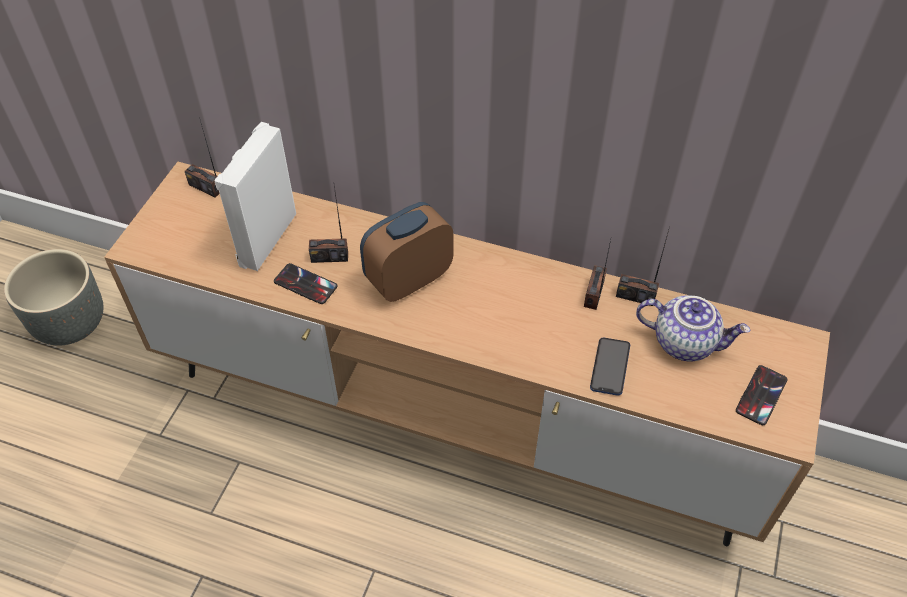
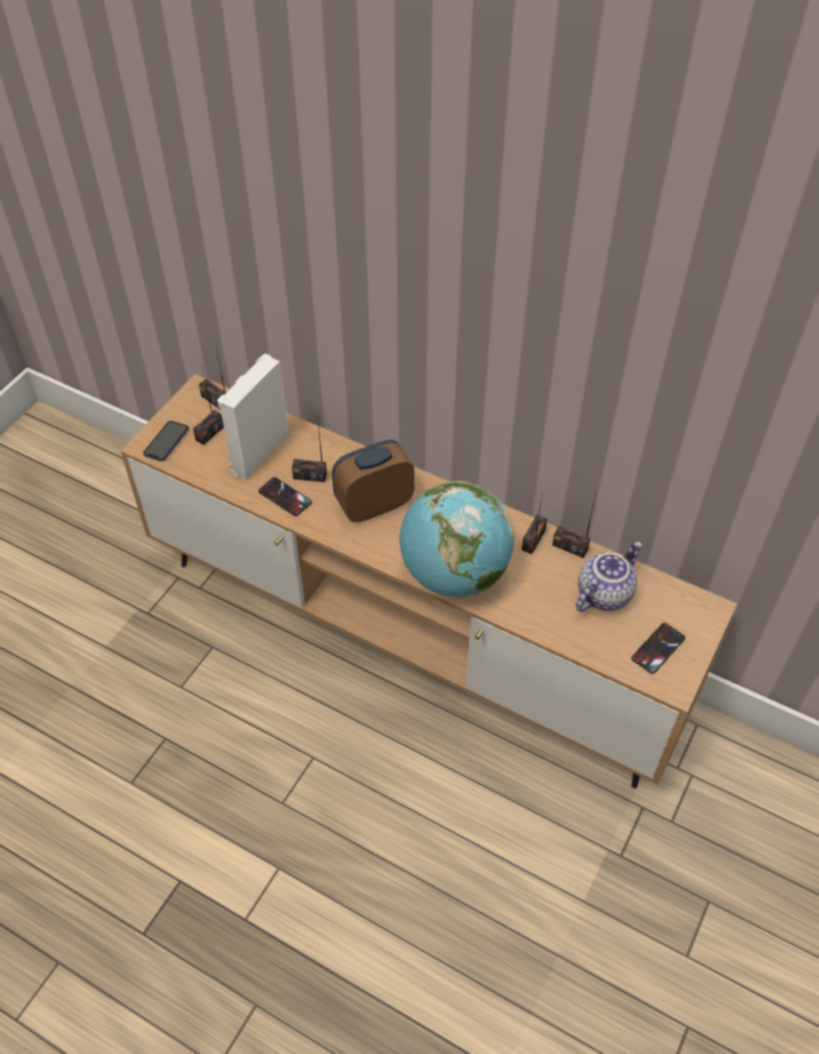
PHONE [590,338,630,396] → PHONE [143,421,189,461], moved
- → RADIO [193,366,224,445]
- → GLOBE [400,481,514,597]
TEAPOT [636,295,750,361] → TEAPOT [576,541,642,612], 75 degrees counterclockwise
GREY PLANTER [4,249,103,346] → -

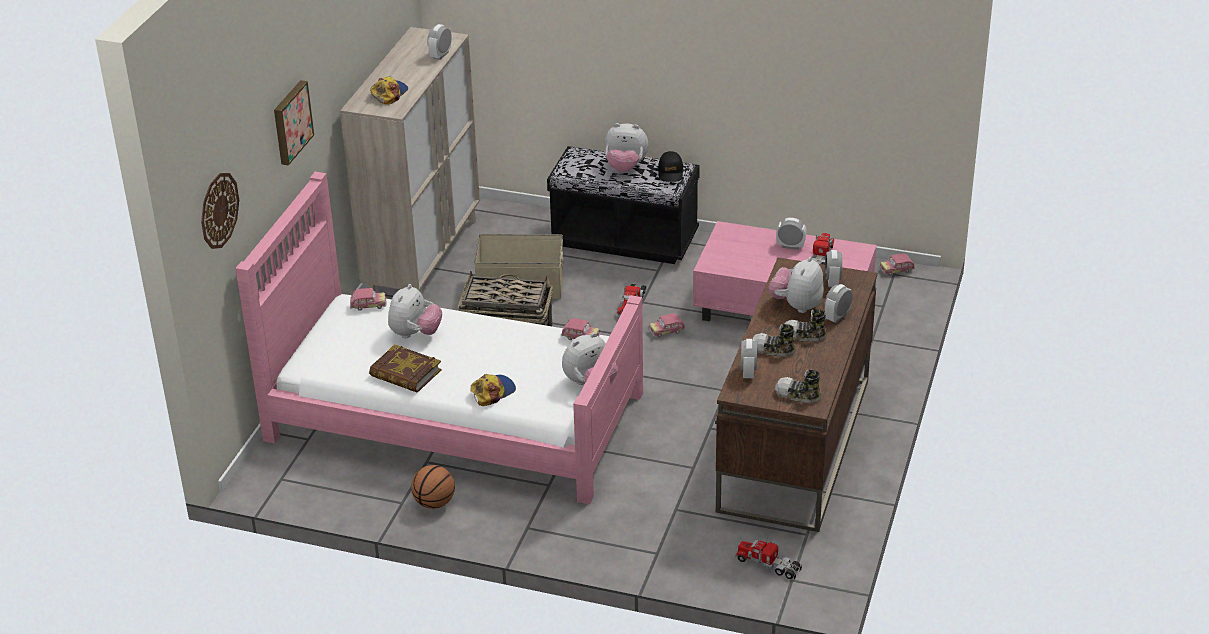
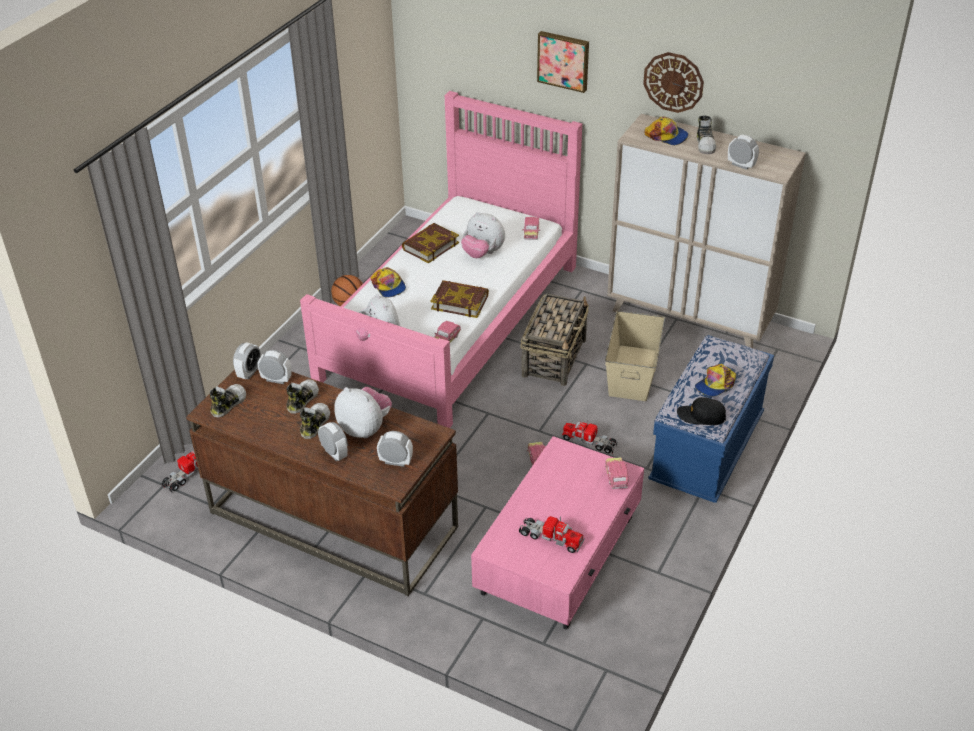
ALARM CLOCK [776,217,807,250] → ALARM CLOCK [233,342,261,380], moved
- → BOOK [431,280,489,318]
TOY CAR [880,253,915,276] → TOY CAR [605,458,629,489], moved
WALL CLOCK [201,173,239,249] → WALL CLOCK [643,52,704,113], moved
BLACK BENCH [547,146,700,264] → BLUE BENCH [648,335,774,503]
PLUSH TOY [605,123,648,172] → CAP [695,364,736,396]
- → SHOE [697,115,716,154]

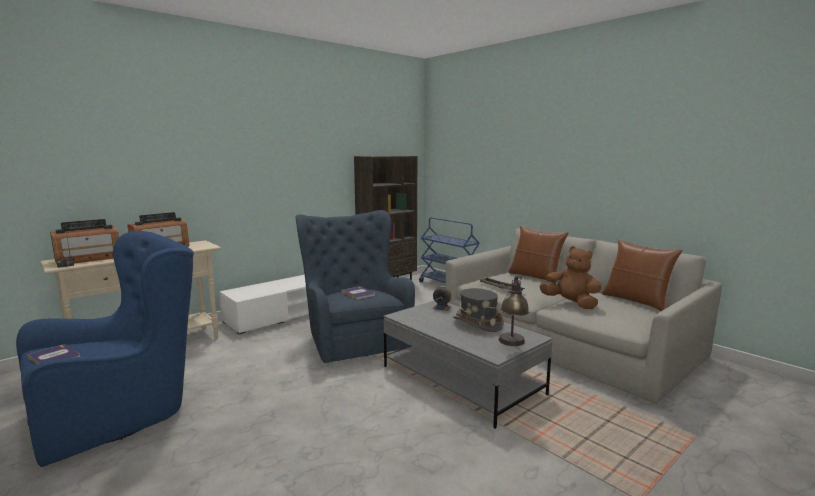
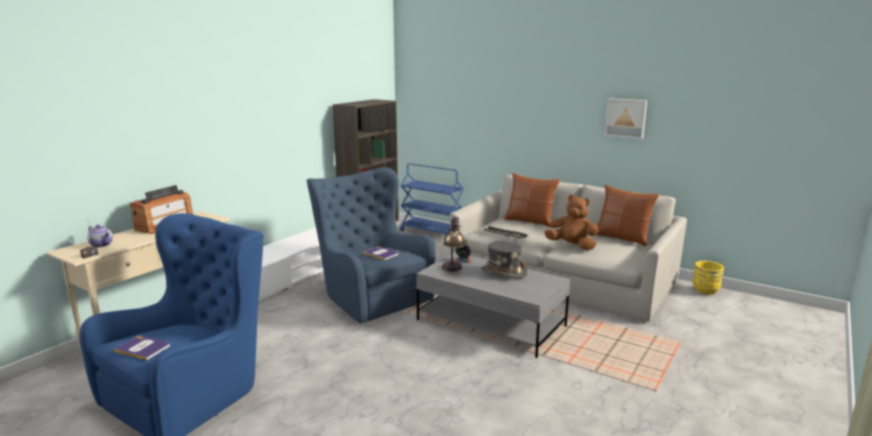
RADIO [50,219,119,264] → TEAPOT [87,225,113,248]
TABLE LAMP [499,276,529,346] → TABLE LAMP [442,217,465,272], moved
- → PICTURE [605,98,647,139]
- → YELLOW PLANTER [693,261,724,295]

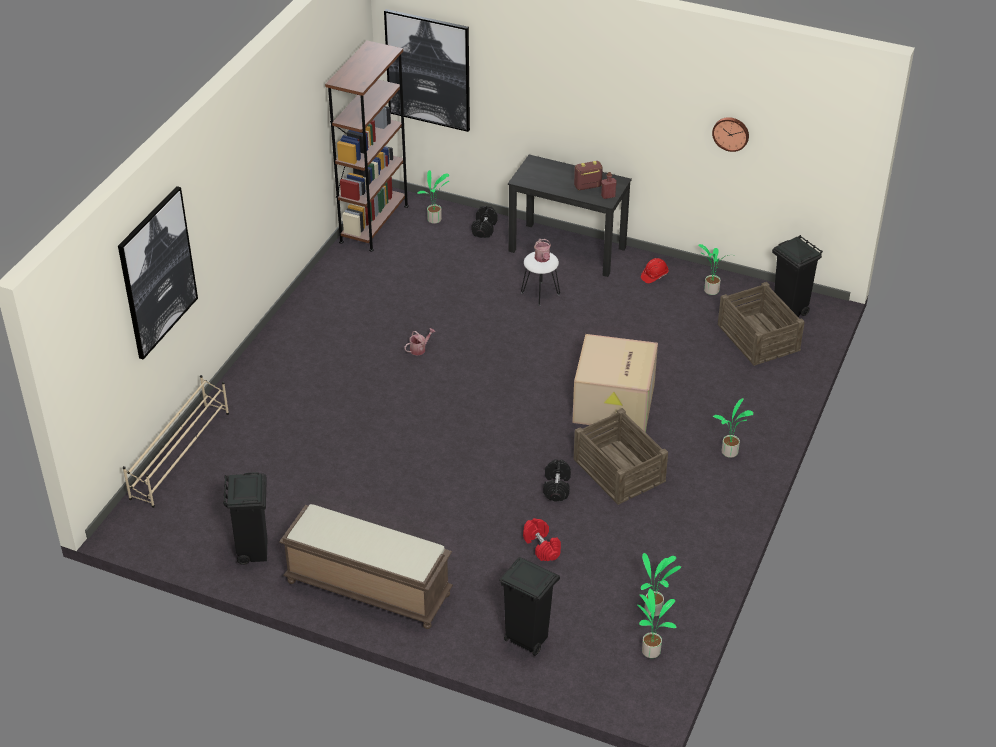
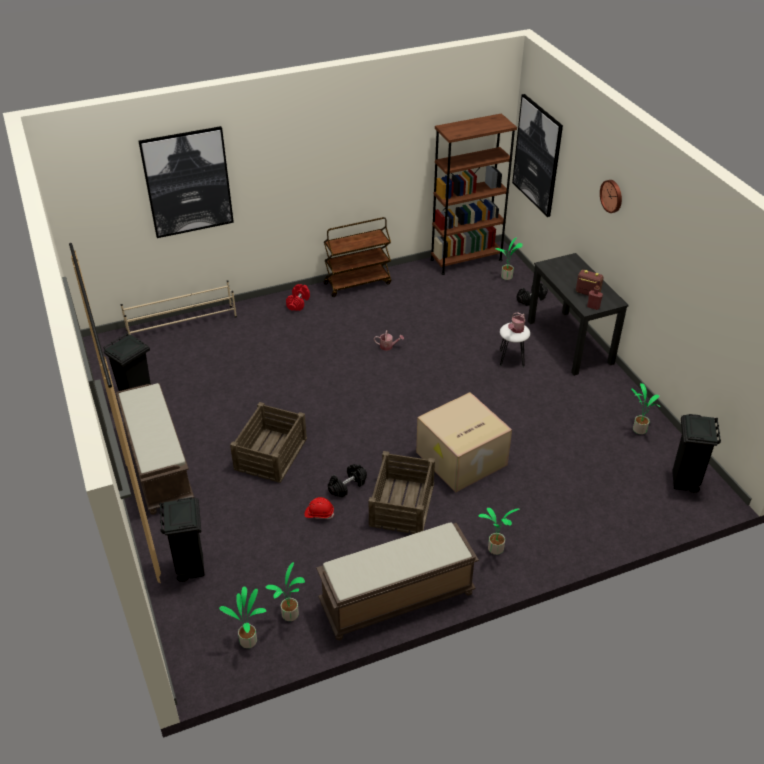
CRATE [718,282,805,366] → CRATE [230,402,307,483], moved
RED DUMBBELL [523,518,561,561] → RED DUMBBELL [286,284,310,311], moved
RED HARD HAT [641,258,669,283] → RED HARD HAT [304,497,334,519], moved
- → BROWN BENCH [316,523,479,640]
- → BROWN CART [324,217,391,297]
WALL CLOCK [712,117,749,152] → WALL CLOCK [600,180,622,213], moved

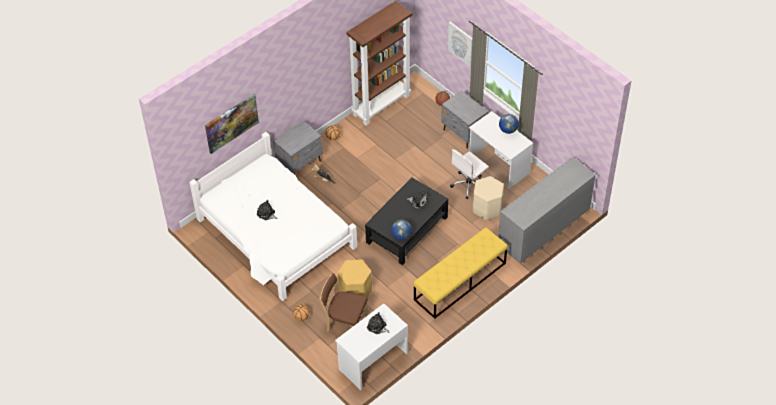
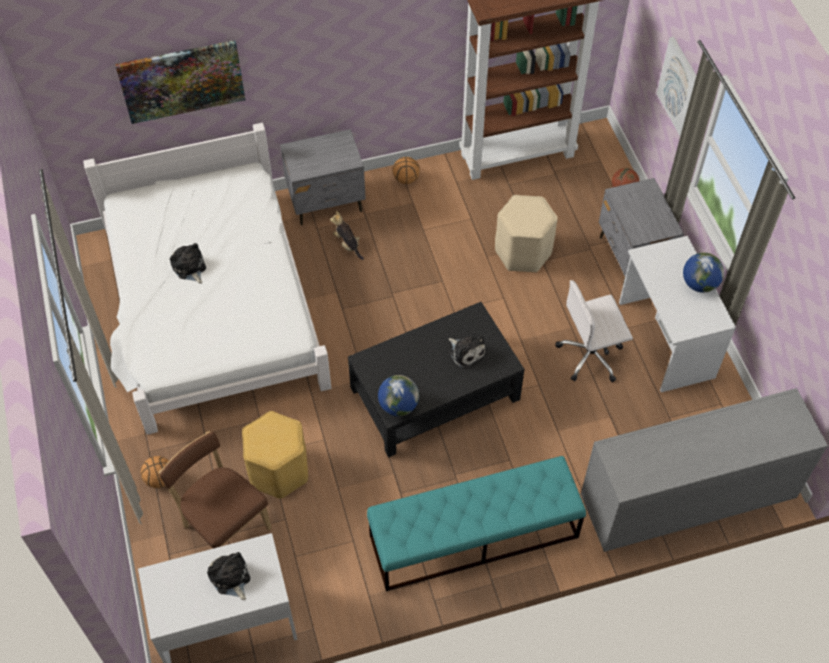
YELLOW BENCH [413,227,508,319] → TURQUOISE BENCH [367,456,586,591]
BEIGE STOOL [473,176,504,220] → BEIGE STOOL [495,195,558,272], moved

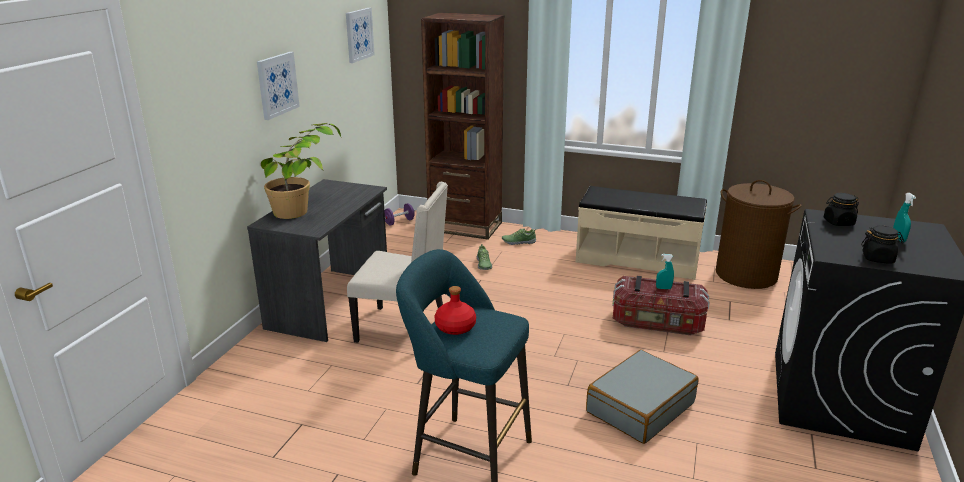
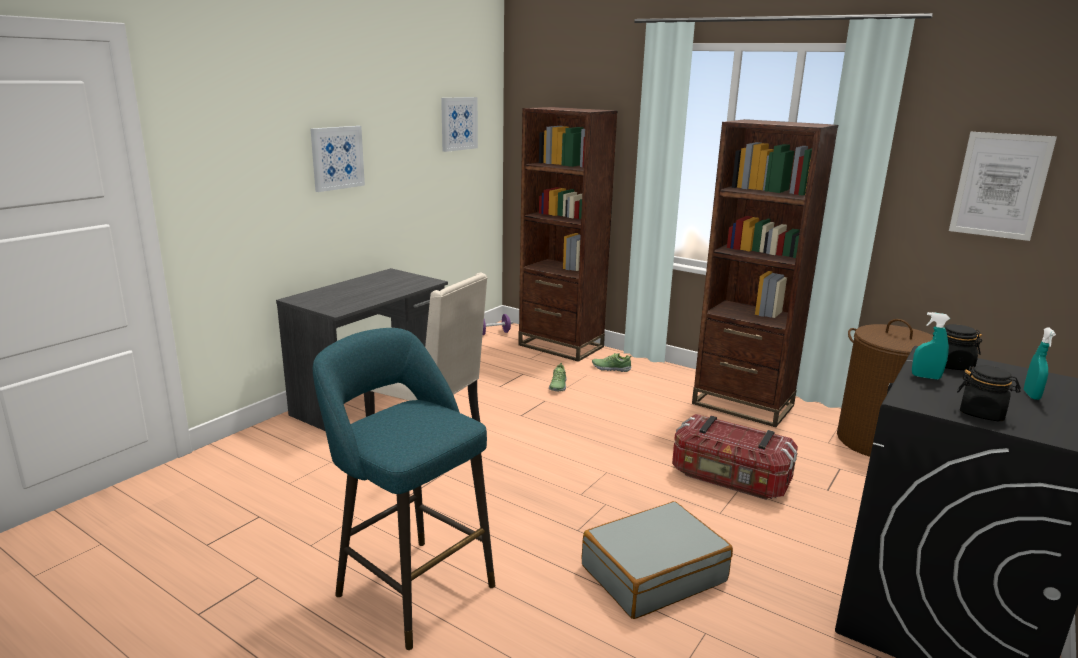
BEIGE BENCH [576,186,707,280] → BROWN BOOKCASE [692,119,838,427]
TURQUOISE SPRAY BOTTLE [656,254,674,289] → TURQUOISE SPRAY BOTTLE [912,312,950,379], moved
- → PICTURE [949,132,1057,241]
POTTED PLANT [261,123,342,219] → -
RED BOTTLE [435,286,476,335] → -

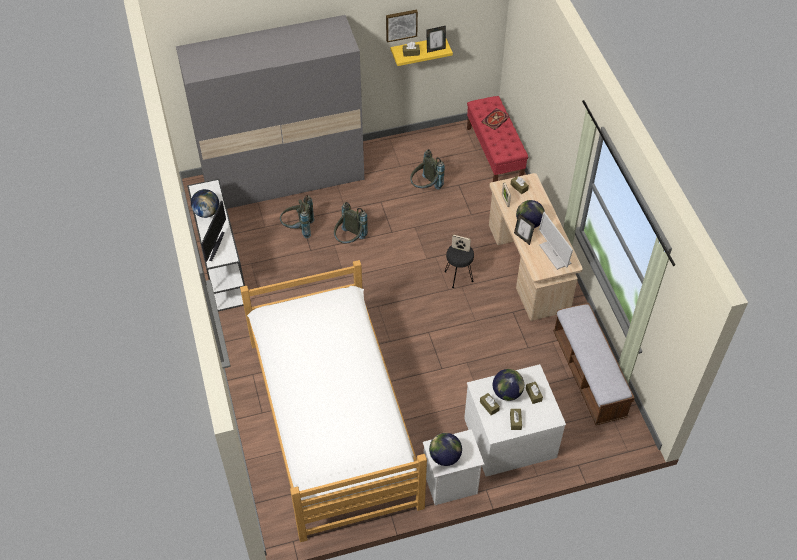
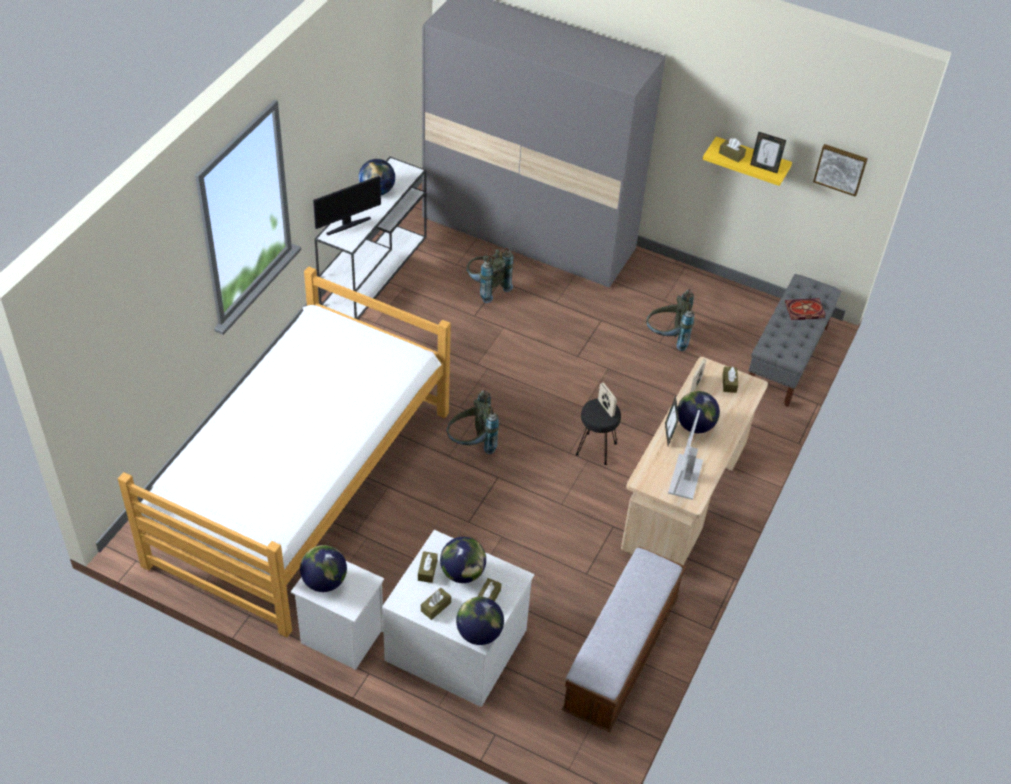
GREY BACKPACK [334,202,368,244] → GREY BACKPACK [447,390,499,454], moved
- → GLOBE [456,597,504,645]
RED BENCH [467,96,528,182] → GREY BENCH [749,274,841,407]
PICTURE [386,10,418,42] → PICTURE [813,144,868,197], moved

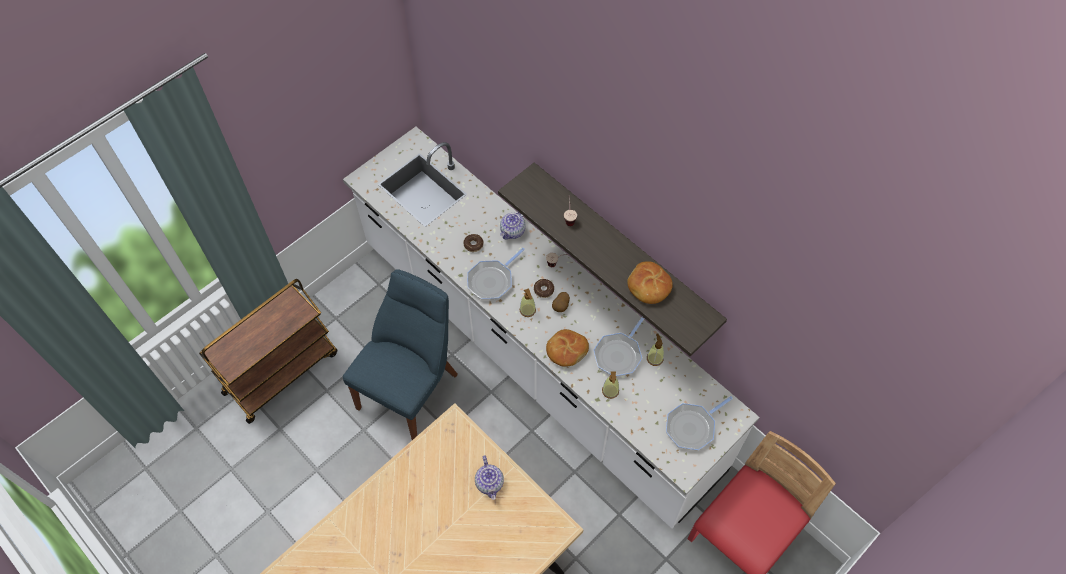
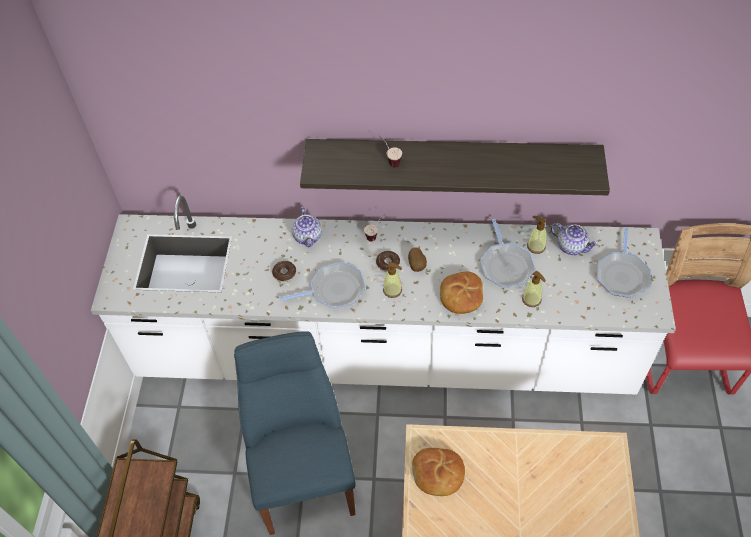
FRYING PAN [467,248,525,300] → FRYING PAN [279,262,366,309], 105 degrees counterclockwise
BREAD [627,261,673,304] → BREAD [412,448,465,496], moved
TEAPOT [475,455,504,500] → TEAPOT [551,223,599,255], moved

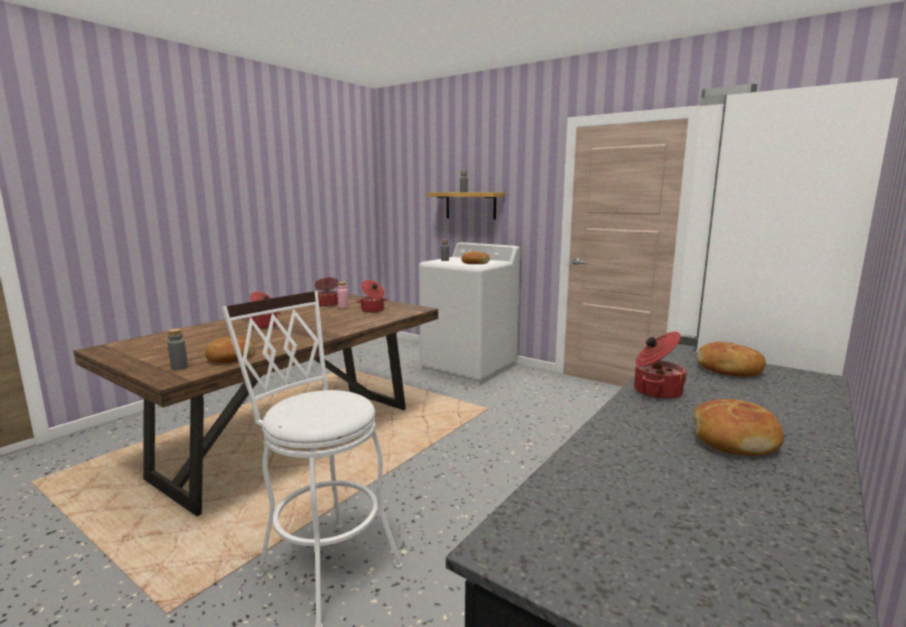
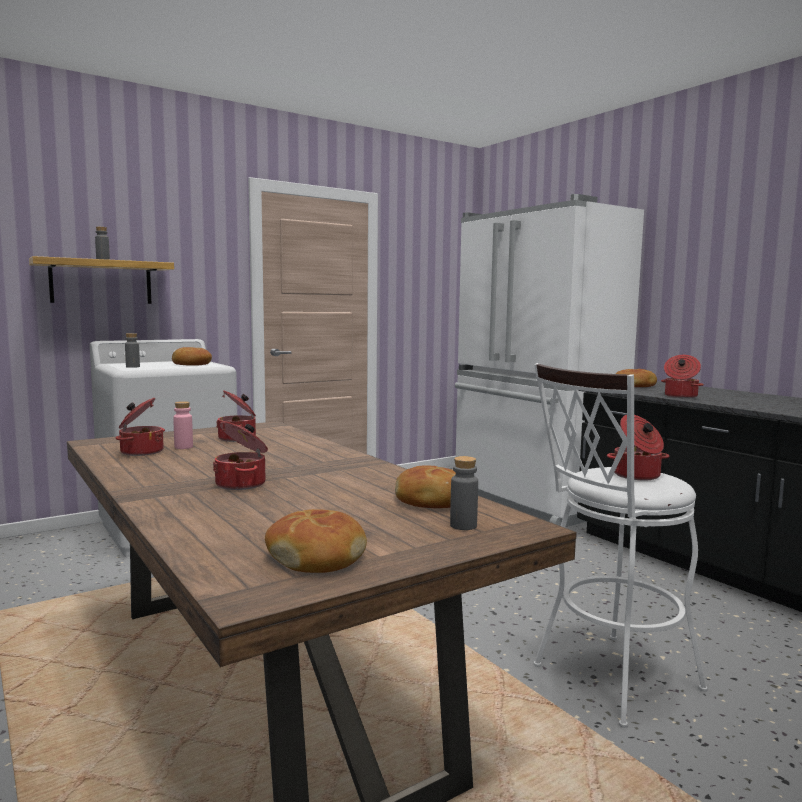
BREAD [693,399,784,456] → BREAD [265,509,367,573], moved
- → COOKING POT [607,415,669,481]

